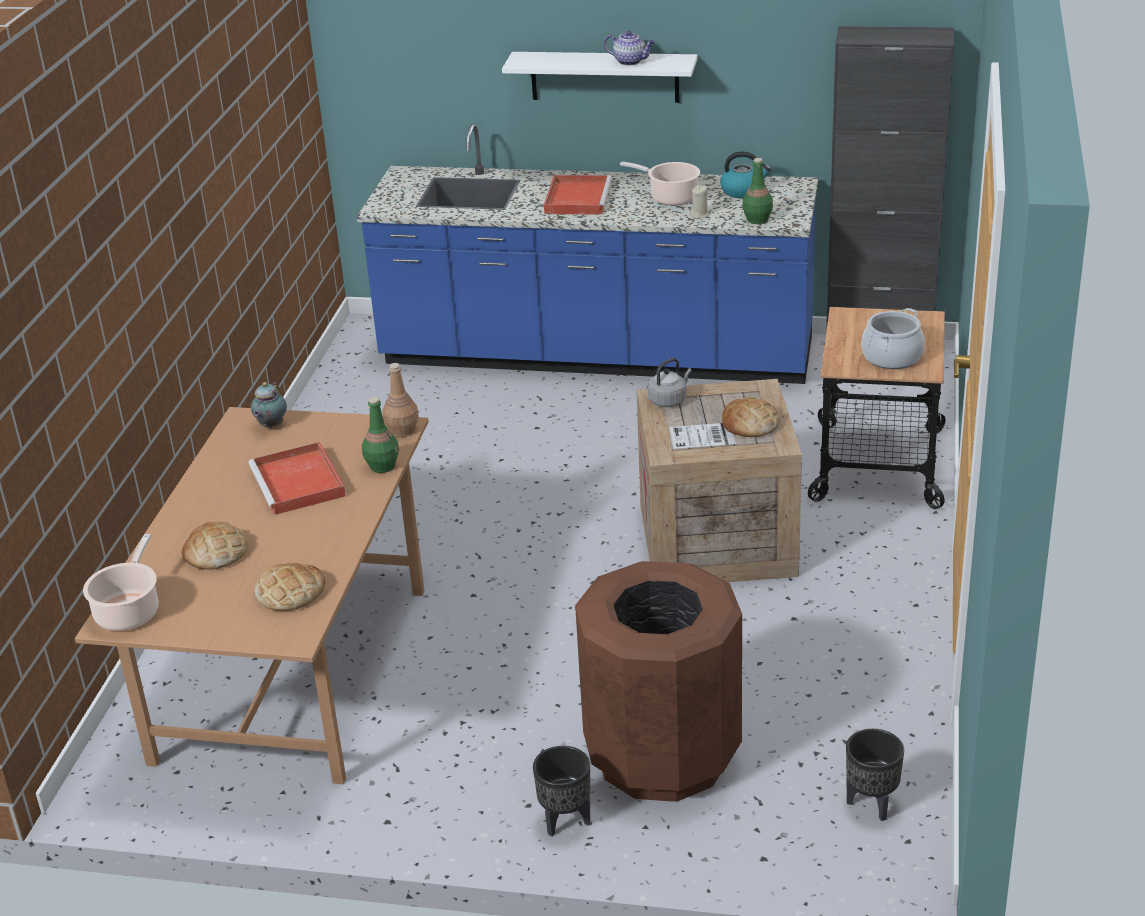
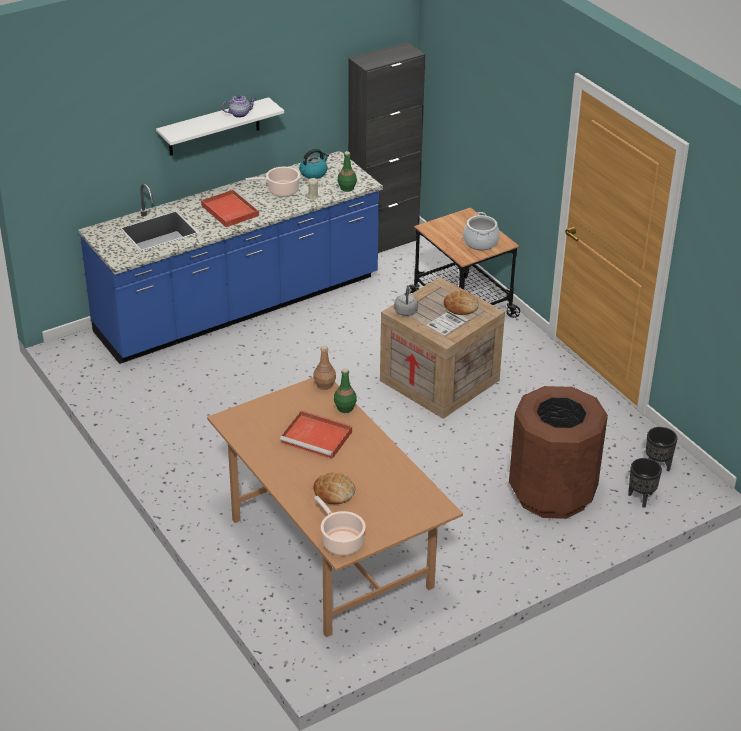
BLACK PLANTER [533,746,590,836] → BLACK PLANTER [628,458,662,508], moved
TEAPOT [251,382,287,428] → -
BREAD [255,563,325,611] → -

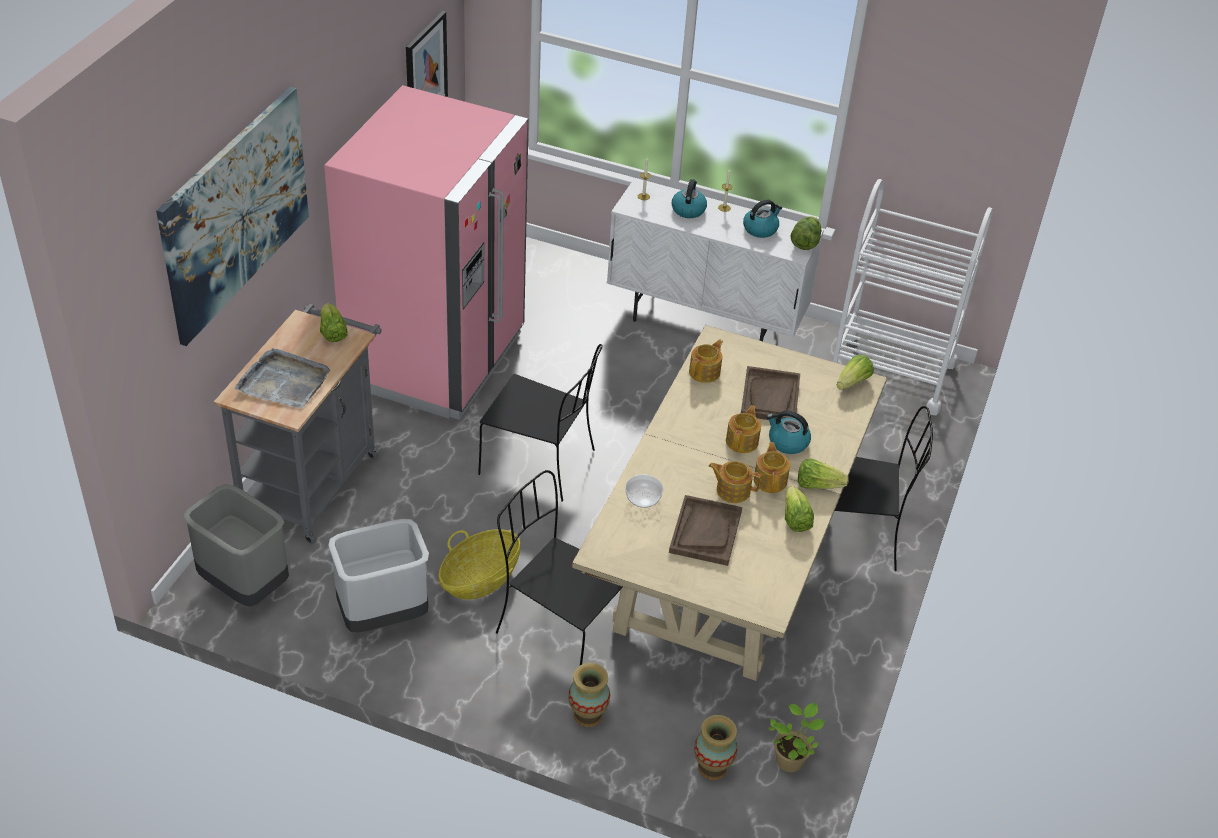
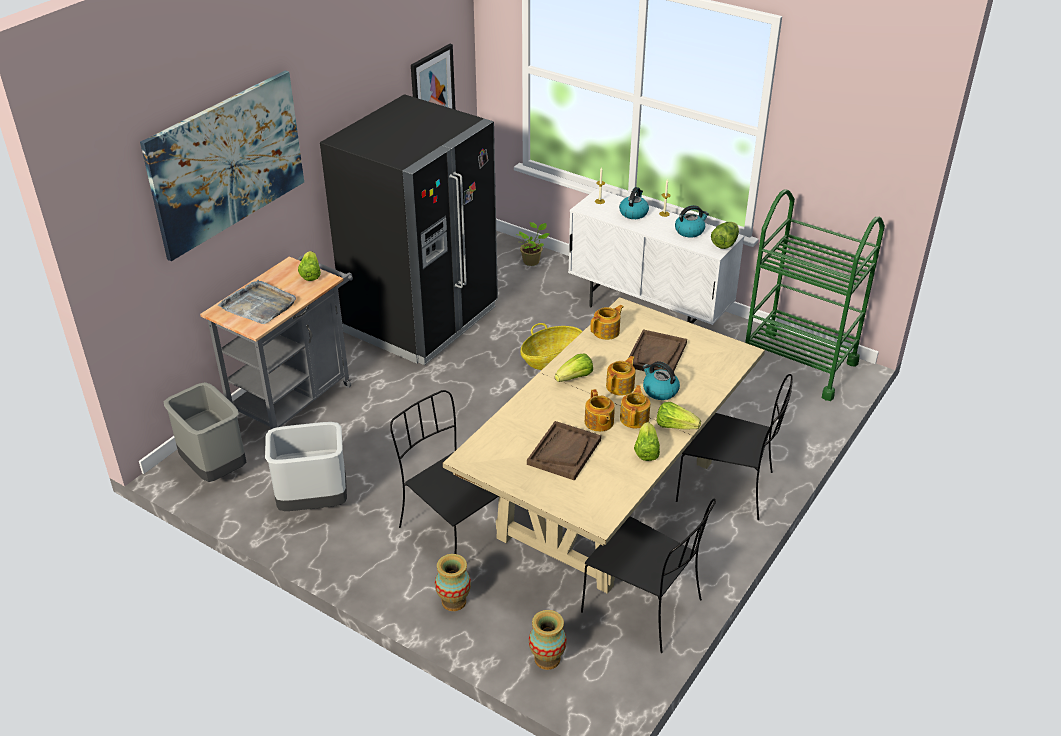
PINK FRIDGE [324,85,529,420] → BLACK FRIDGE [320,94,498,365]
POTTED PLANT [768,703,825,772] → POTTED PLANT [516,222,549,266], moved
BASKET [438,529,520,599] → BASKET [520,323,583,370], moved
LETTUCE [837,355,874,390] → LETTUCE [555,354,593,382], moved
BLACK CHAIR [478,344,602,502] → BLACK CHAIR [581,499,716,653], moved
TEAPOT [709,461,762,503] → TEAPOT [585,389,615,432], 135 degrees counterclockwise
WHITE CART [833,179,993,415] → GREEN CART [745,190,885,401]
BOWL [625,475,663,508] → -

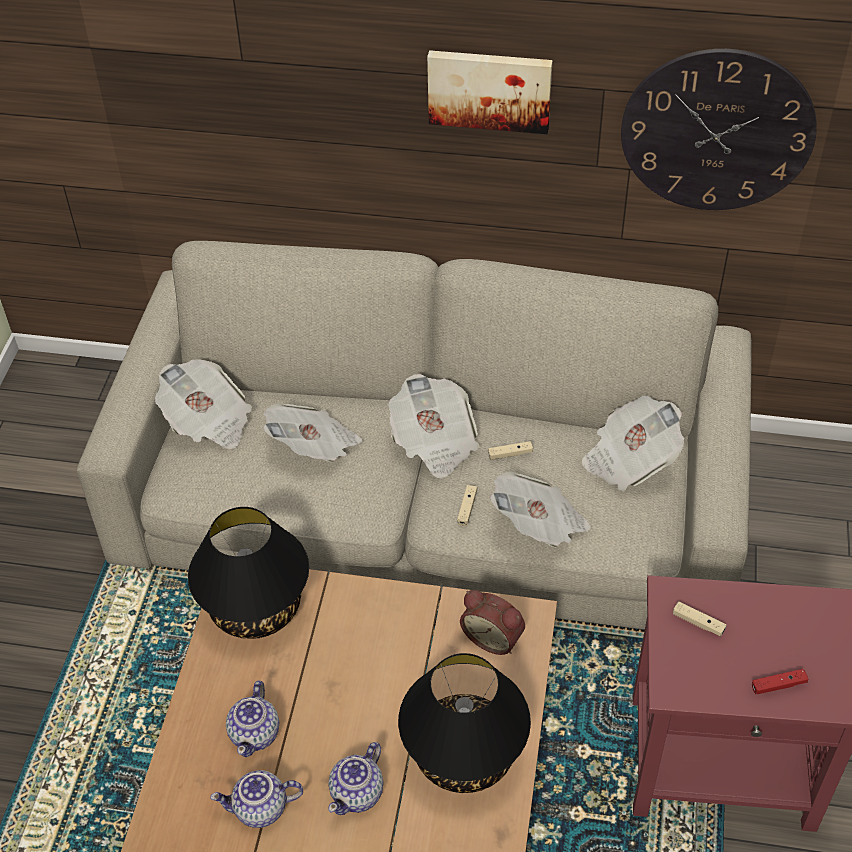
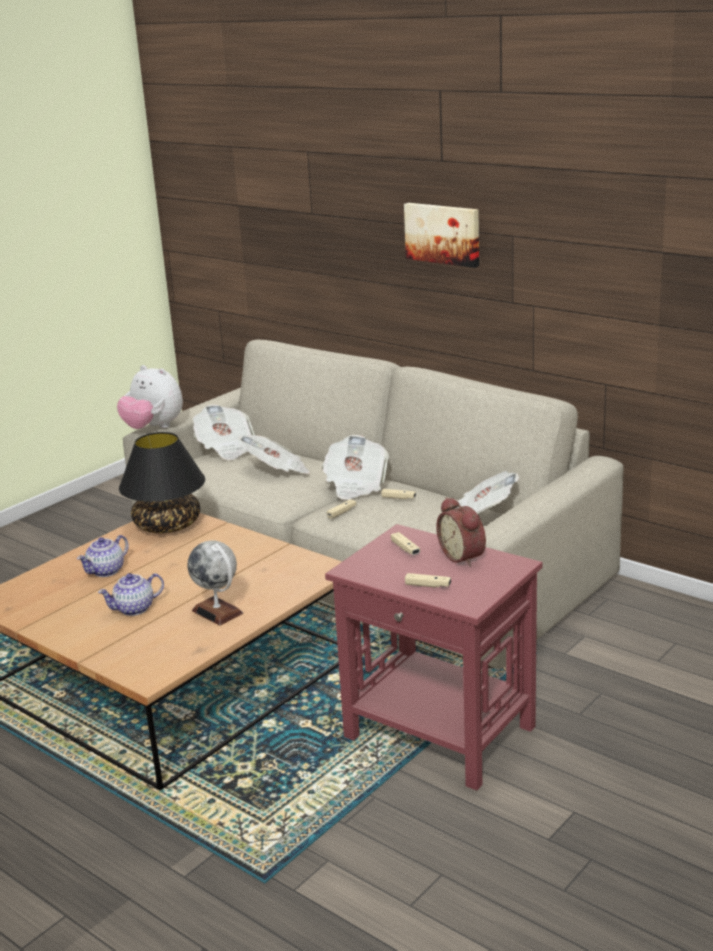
- → PLUSH TOY [117,365,183,429]
BLACK TABLE LAMP [398,653,531,793] → GLOBE [187,540,243,626]
RED GAME CONTROLLER [752,669,808,695] → BEIGE GAME CONTROLLER [405,573,451,588]
ALARM CLOCK [460,590,525,655] → ALARM CLOCK [436,497,486,567], moved
TEAPOT [210,770,303,828] → -
NEWSPAPER [490,471,591,547] → -
WALL CLOCK [621,49,817,210] → -

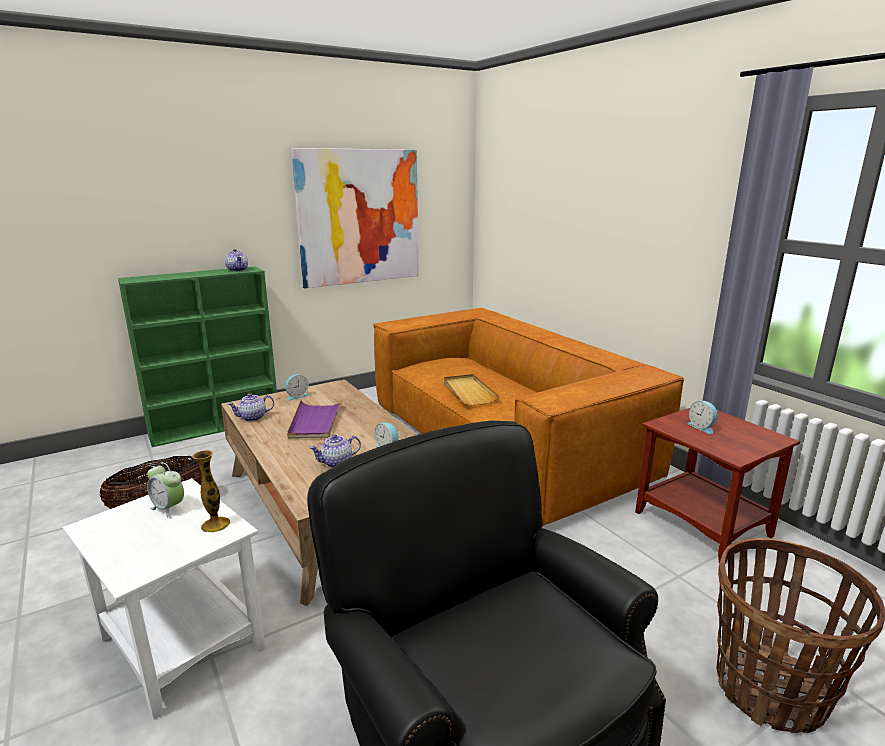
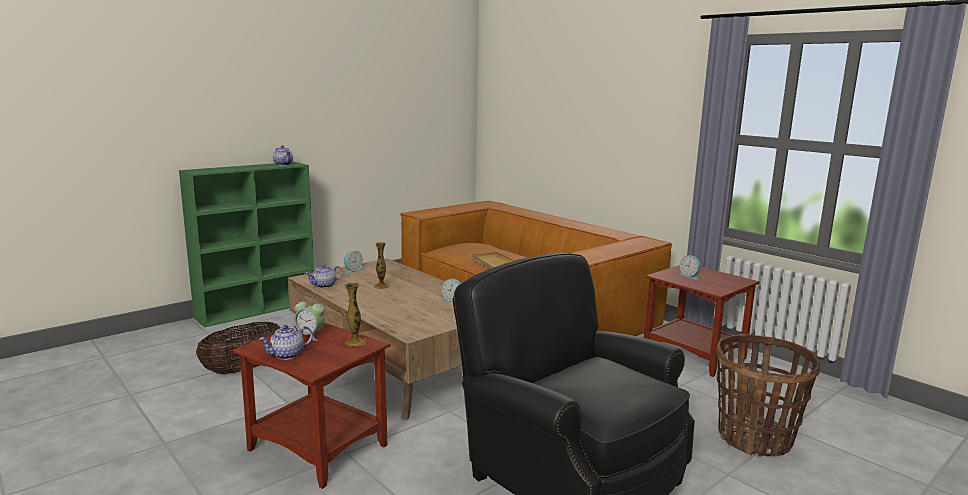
WHITE SIDE TABLE [63,478,266,720] → BROWN SIDE TABLE [233,323,390,489]
TEAPOT [309,434,361,467] → TEAPOT [259,325,313,360], moved
PURPLE TRAY [287,399,343,439] → VASE [374,242,389,289]
PICTURE [291,148,419,288] → -

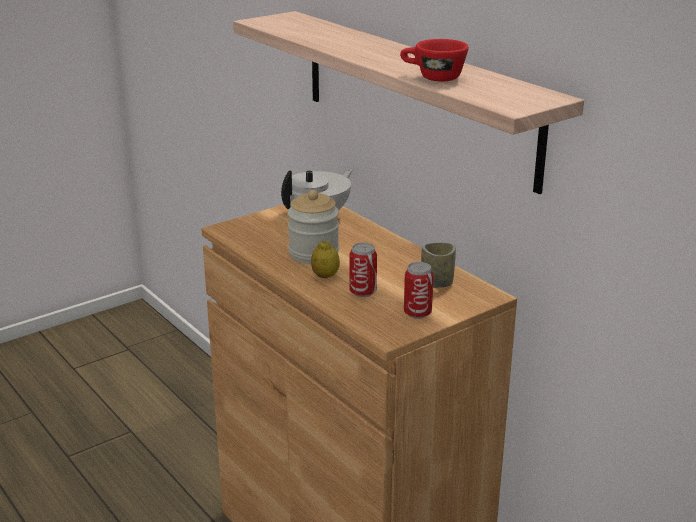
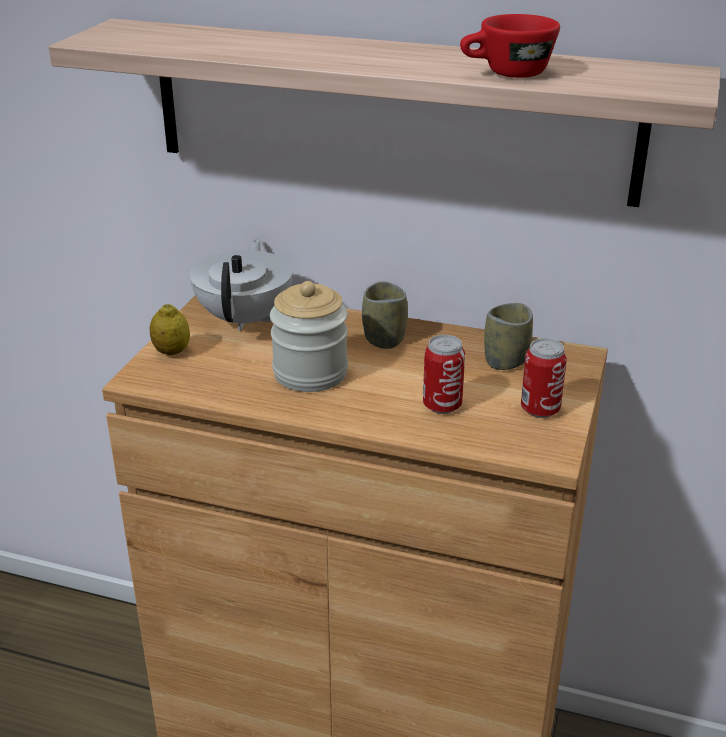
LEMON [311,241,340,278] → LEMON [150,304,190,355], moved
- → CUP [362,281,408,349]

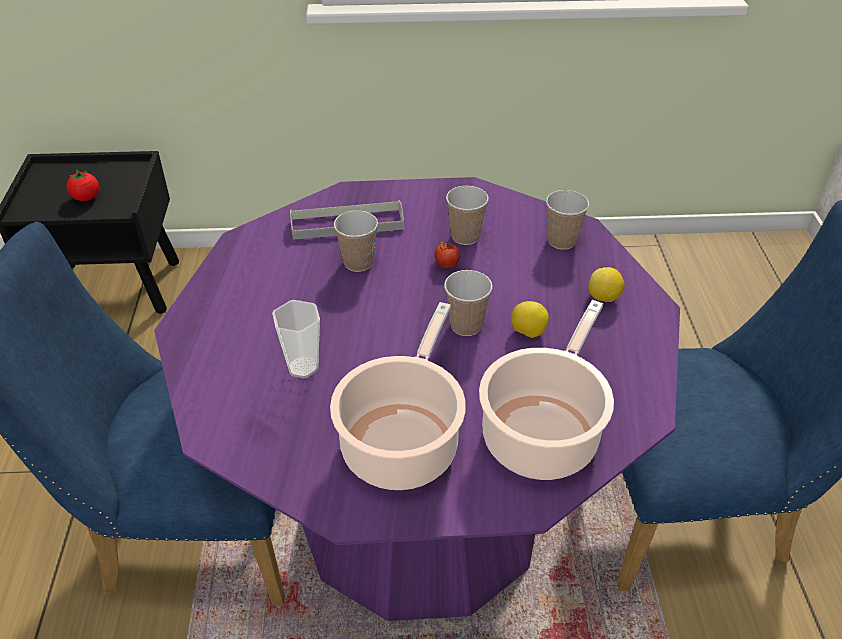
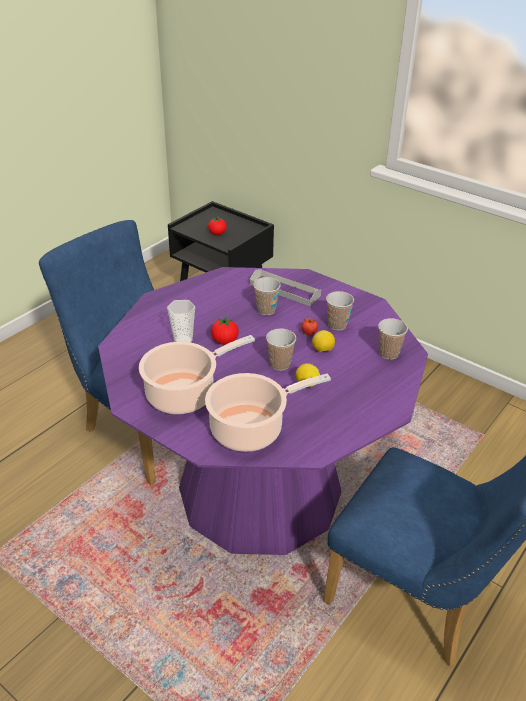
- → TOMATO [211,316,239,345]
LEMON [588,267,625,302] → LEMON [312,330,335,352], moved

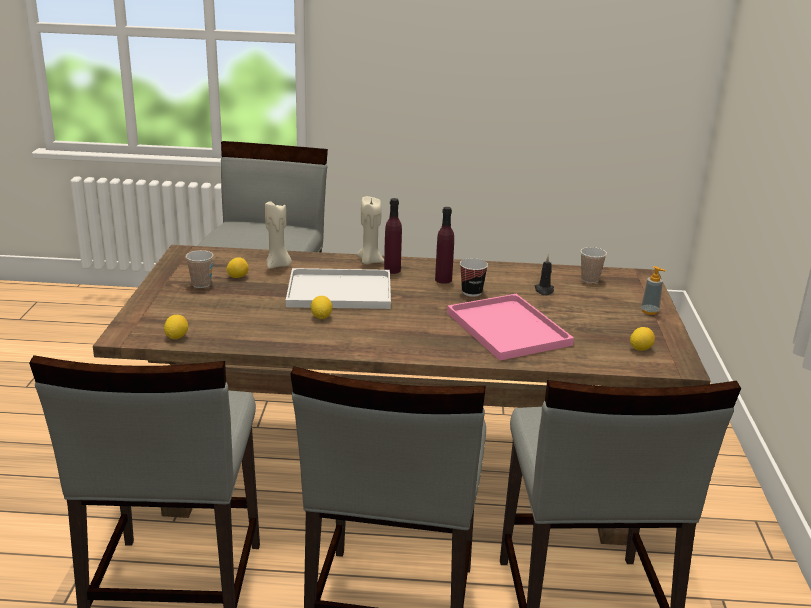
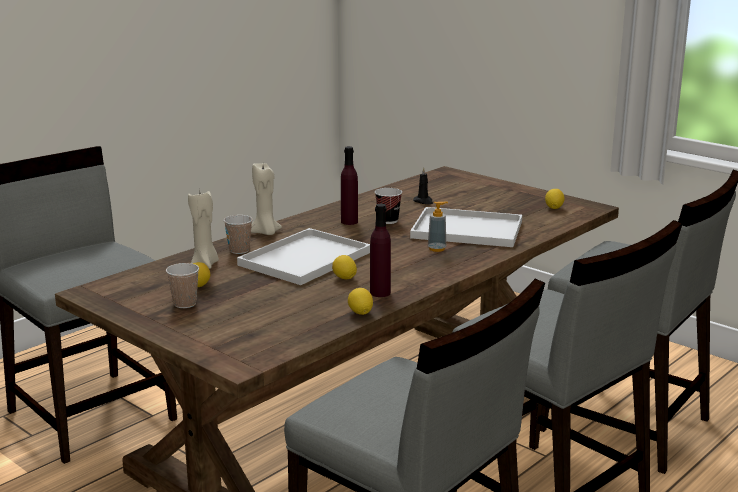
CUP [581,247,607,283] → CUP [224,215,253,254], moved
LEMON [164,315,188,339] → LEMON [348,288,373,315], moved
PURPLE BOTTLE [384,198,402,274] → PURPLE BOTTLE [370,204,391,297], moved
PINK TRAY [447,294,574,361] → WHITE TRAY [410,207,522,247]
SOAP DISPENSER [641,266,666,315] → SOAP DISPENSER [428,202,448,252], moved

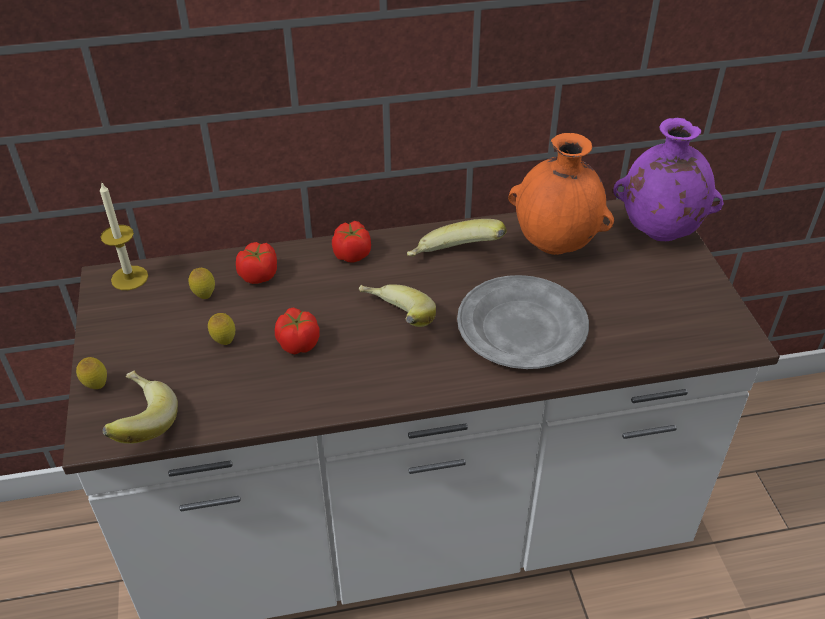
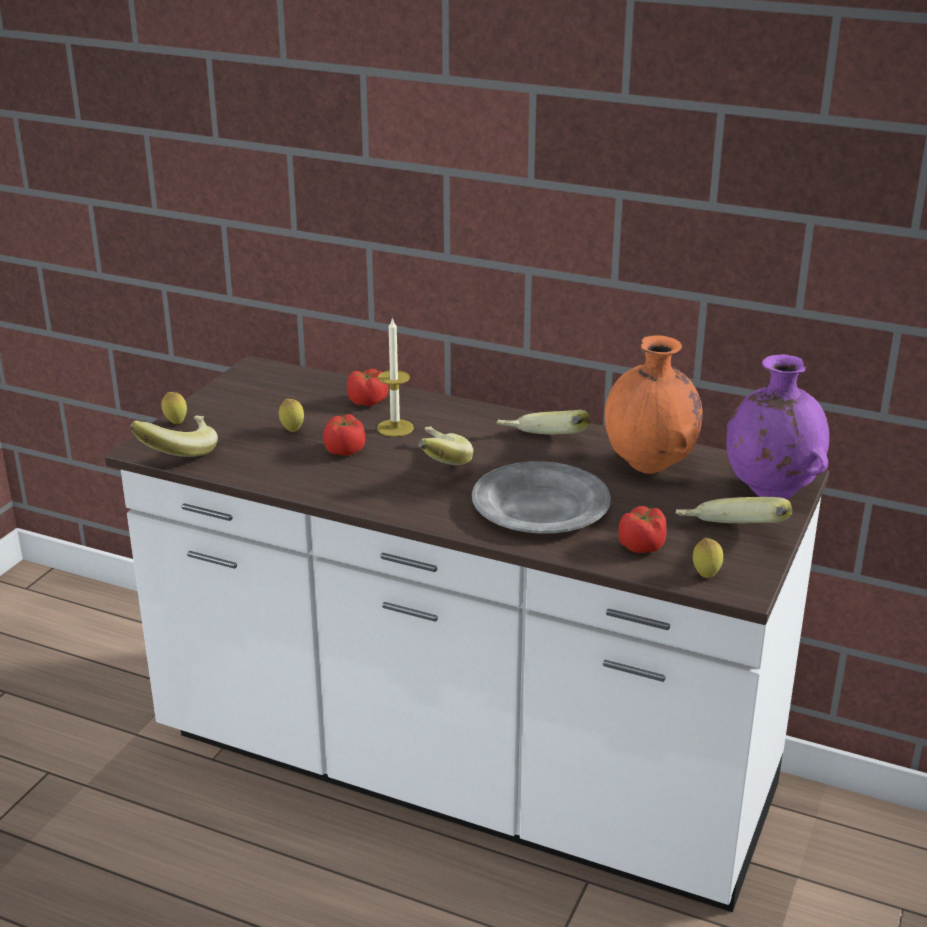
CANDLE [100,181,148,290] → CANDLE [377,317,414,437], moved
TOMATO [332,221,371,263] → TOMATO [619,506,667,553], moved
- → BANANA [676,497,792,523]
LEMON [189,268,215,299] → LEMON [693,538,723,578], moved

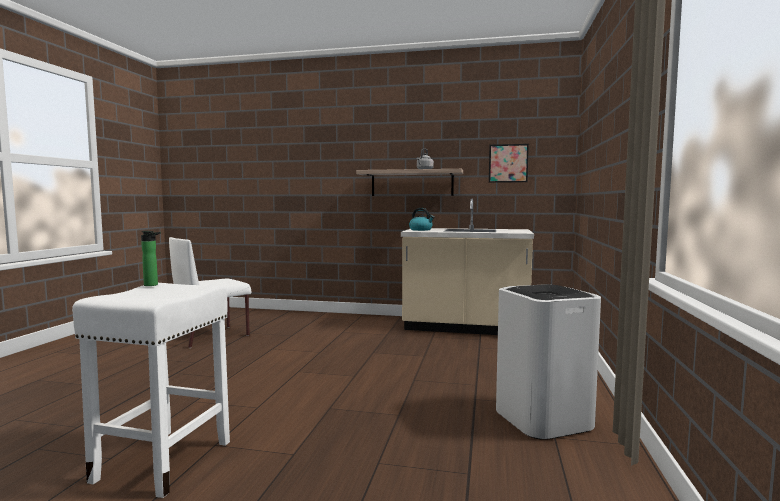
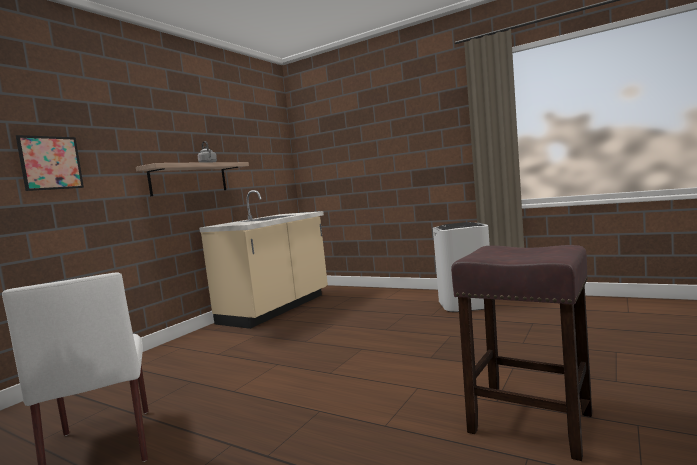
PICTURE [489,144,529,183] → PICTURE [16,135,84,191], moved
WHITE STOOL [72,283,230,498] → BROWN STOOL [451,245,592,461]
BOTTLE [141,231,161,286] → -
KETTLE [409,208,435,231] → -

